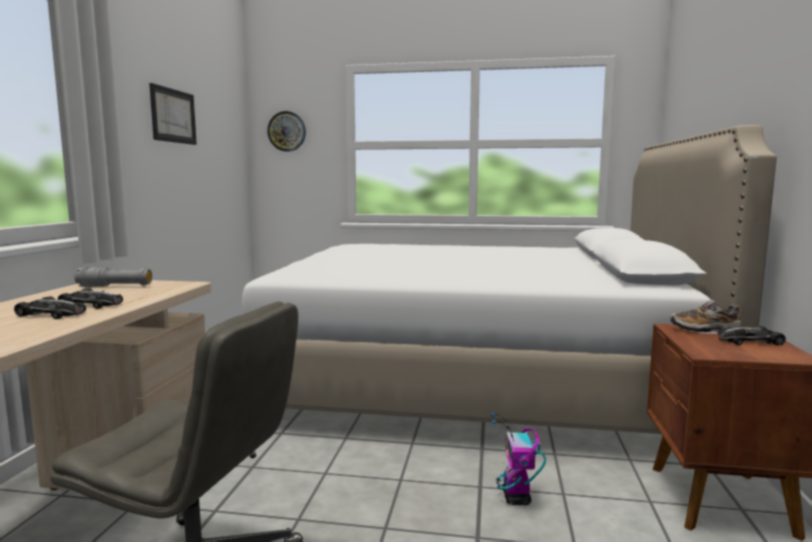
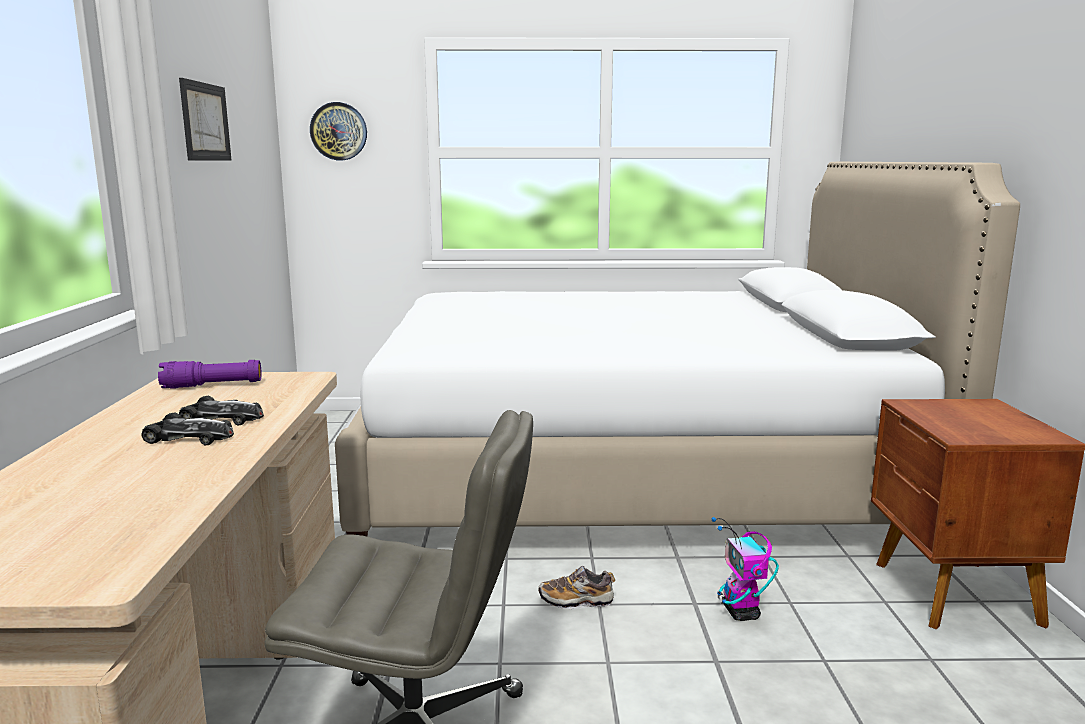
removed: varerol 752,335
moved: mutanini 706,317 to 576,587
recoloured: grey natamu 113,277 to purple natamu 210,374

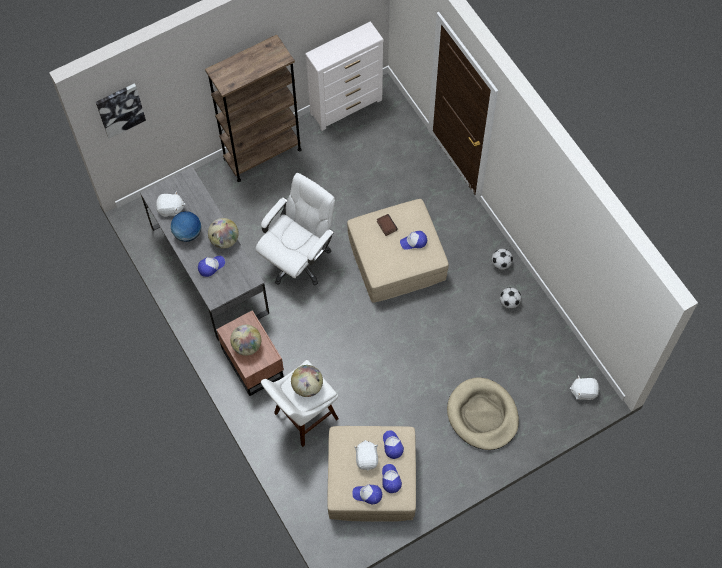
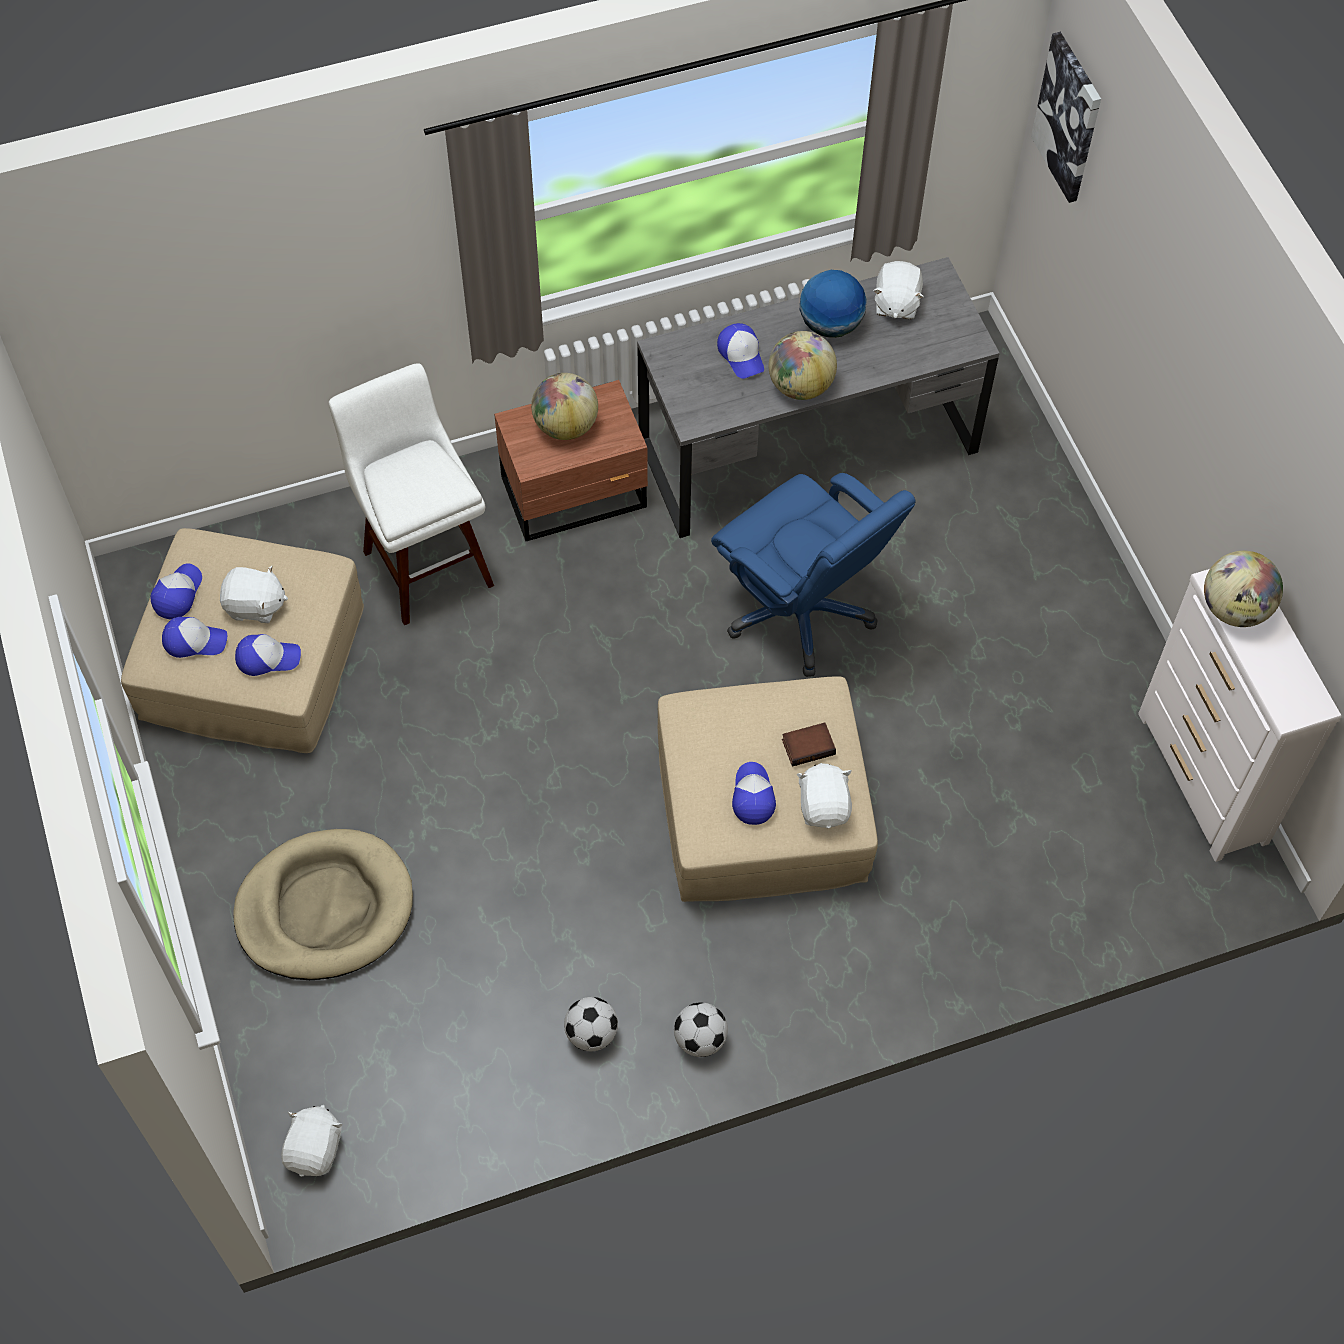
removed: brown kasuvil 253,108
added: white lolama 824,796
moved: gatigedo 307,381 to 1243,589
recoloured: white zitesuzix 295,229 to blue zitesuzix 813,575

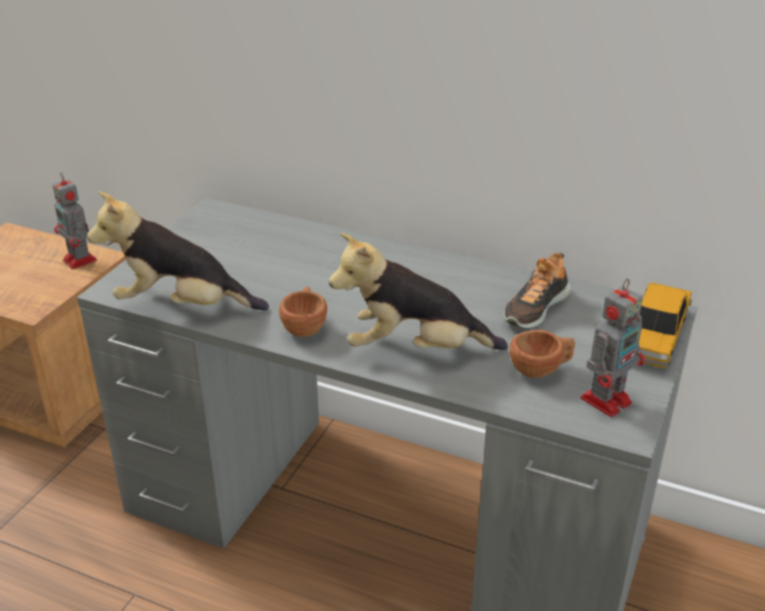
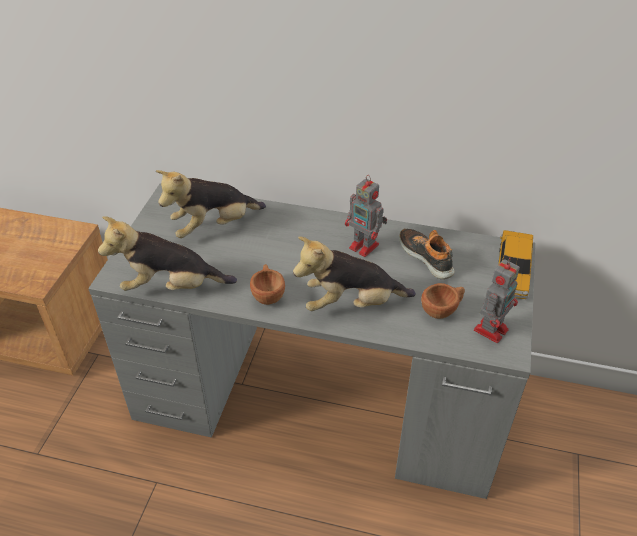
added: lolama 211,204
moved: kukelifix 74,220 to 366,216
turned: mutanini 537,291 = 427,253 120 degrees clockwise

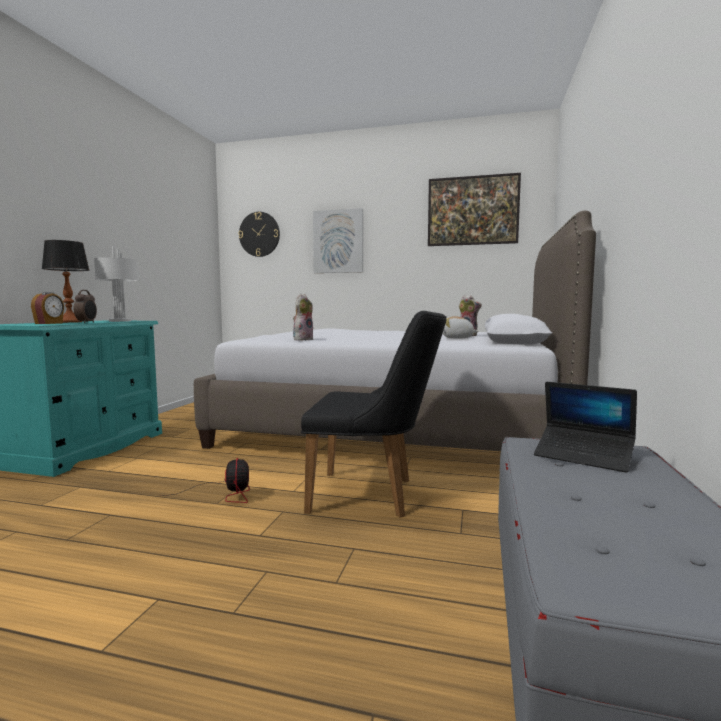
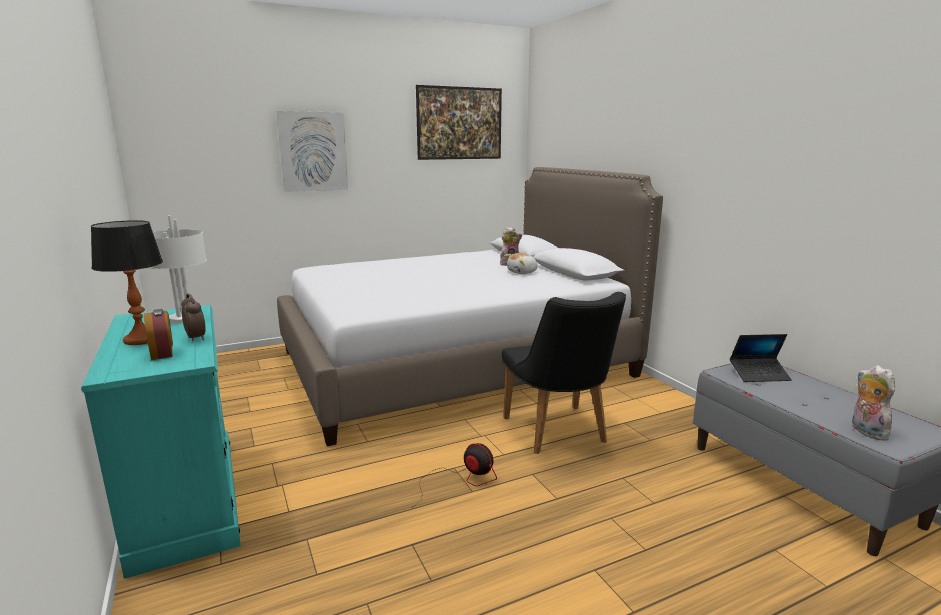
removed: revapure 259,234
moved: lolama 303,317 to 873,403
turned: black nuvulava 374,414 = 564,373 105 degrees clockwise

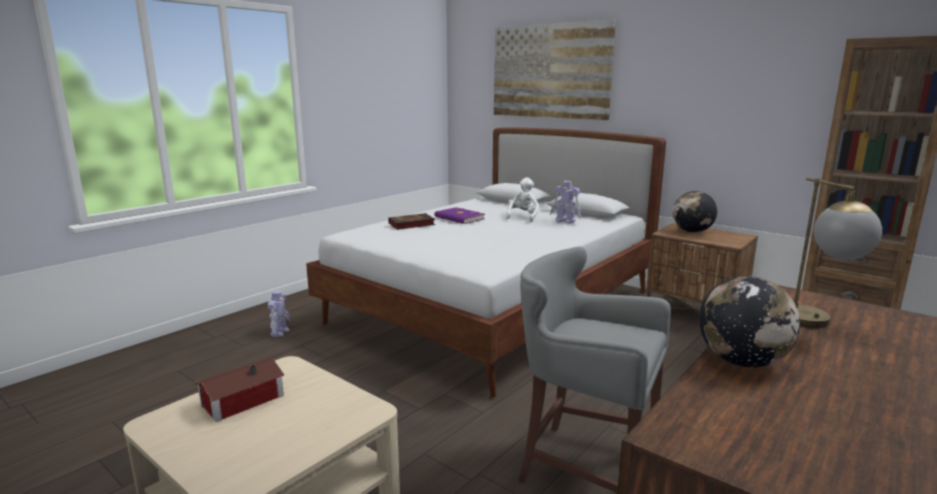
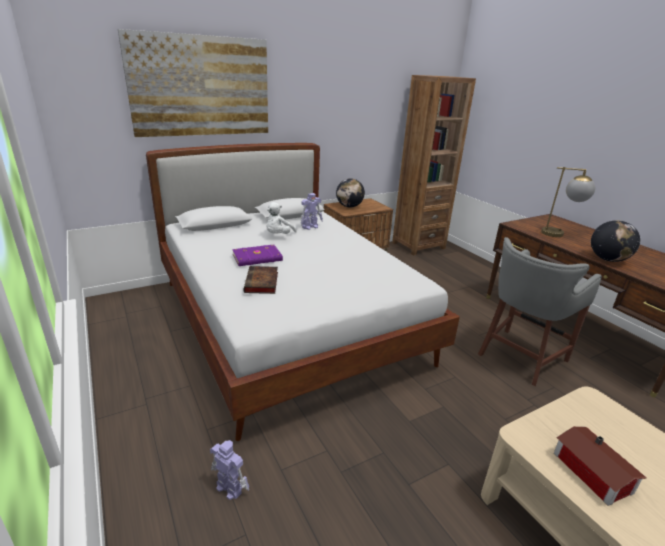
turned: white lolama 522,199 = 282,218 105 degrees counterclockwise

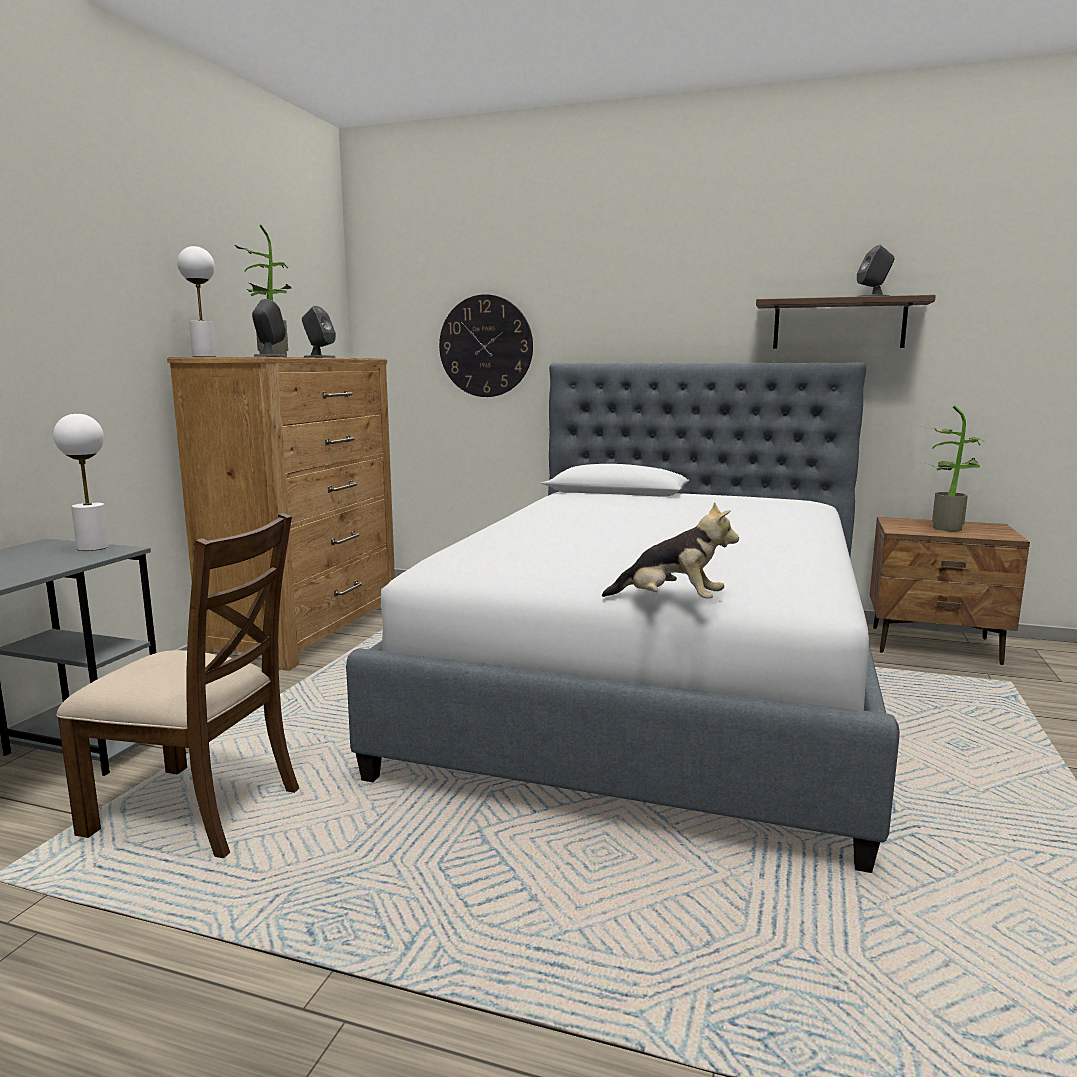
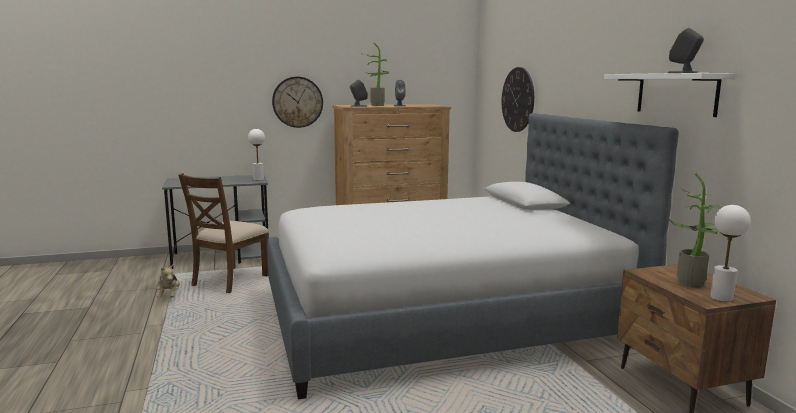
added: revapure 297,102
moved: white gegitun 196,301 to 730,253; lolama 670,550 to 168,281
recoloured: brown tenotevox 846,322 to white tenotevox 670,95
turned: brown nuvulava 177,685 = 223,233 45 degrees clockwise

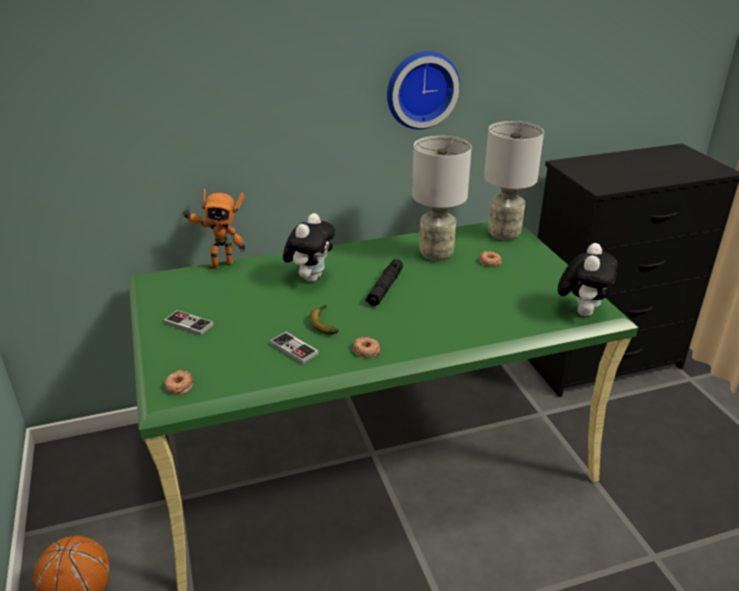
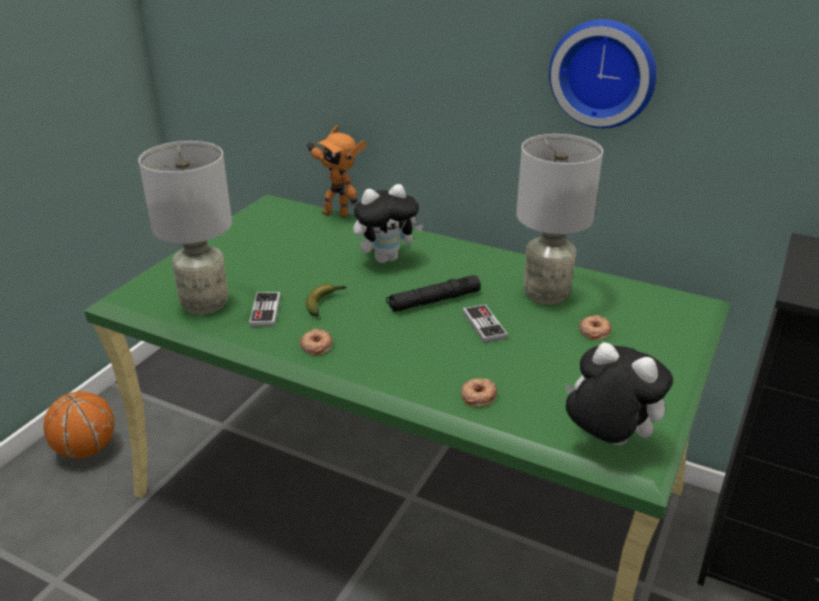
moved: grey gegitun 514,181 to 185,228; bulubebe 188,323 to 485,323; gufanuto 178,382 to 479,392
turned: lolama 588,279 = 619,393 120 degrees counterclockwise

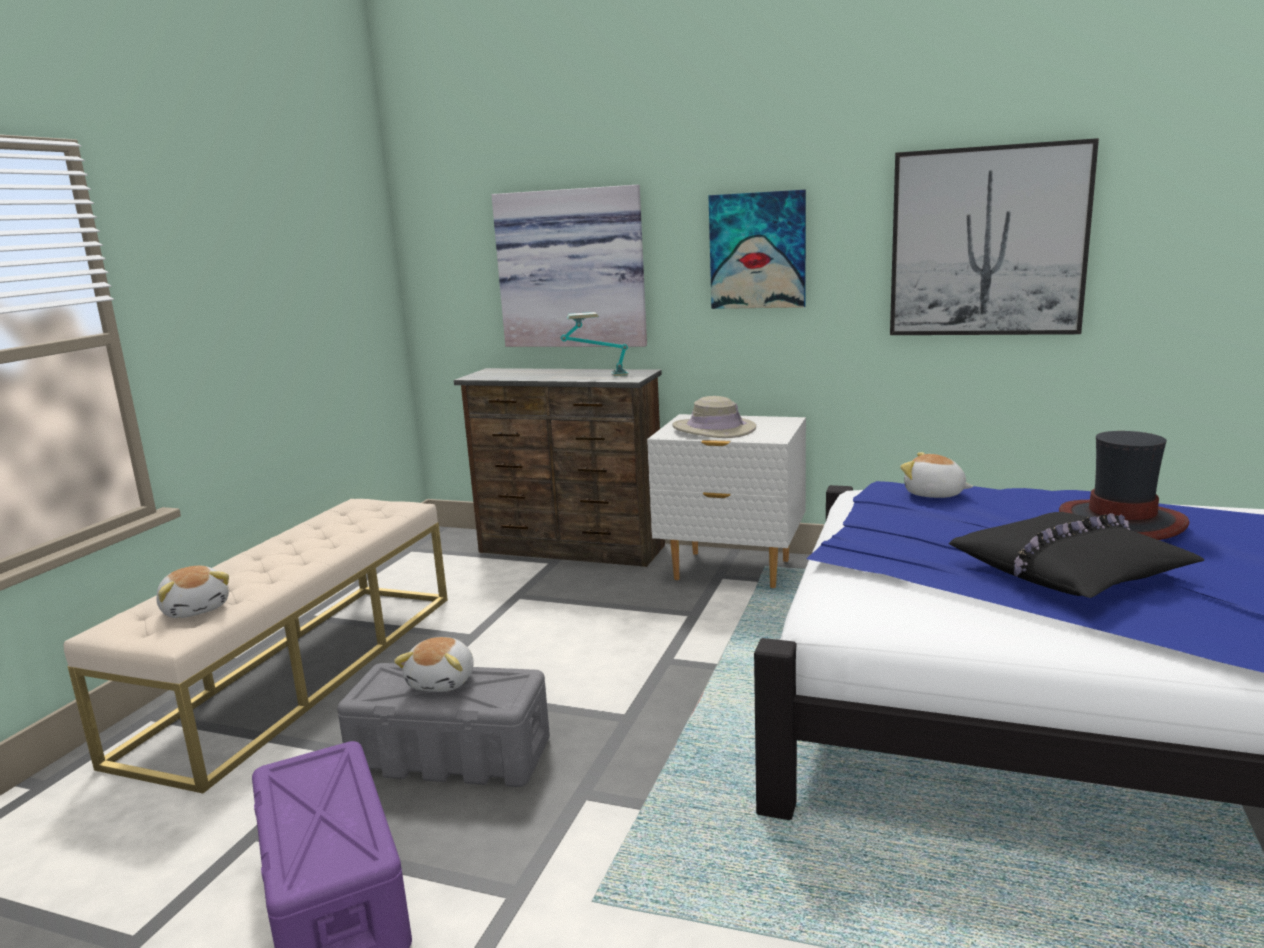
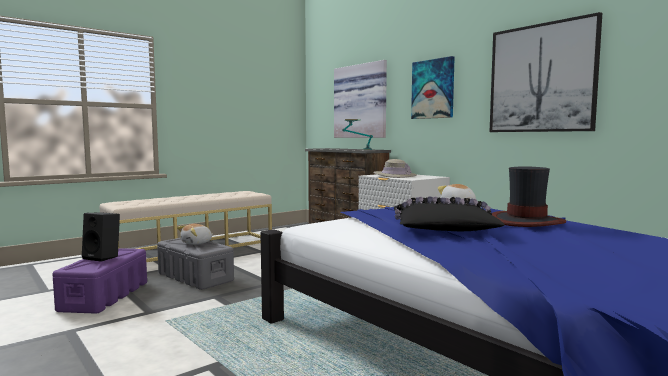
removed: lolama 193,592
added: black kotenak 101,237

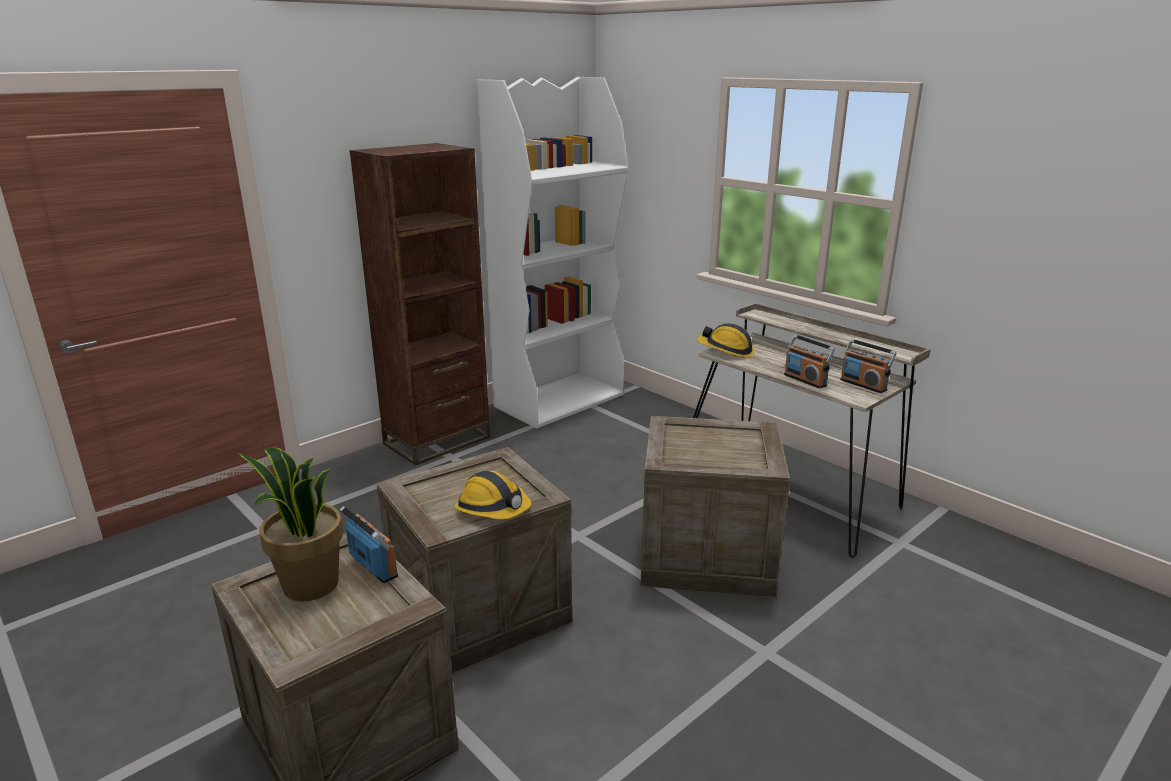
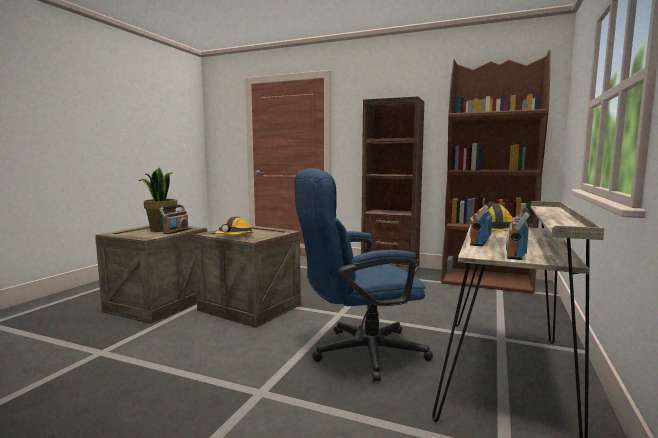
replaced: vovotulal 715,506 to blue zitesuzix 363,274
recoloured: white kasuvil 552,253 to brown kasuvil 495,172

